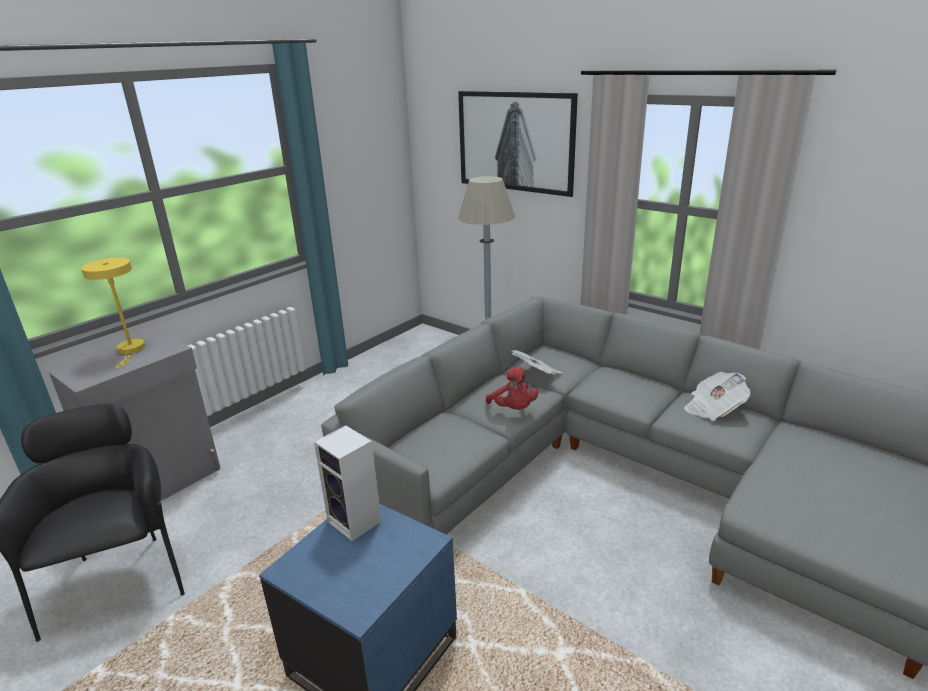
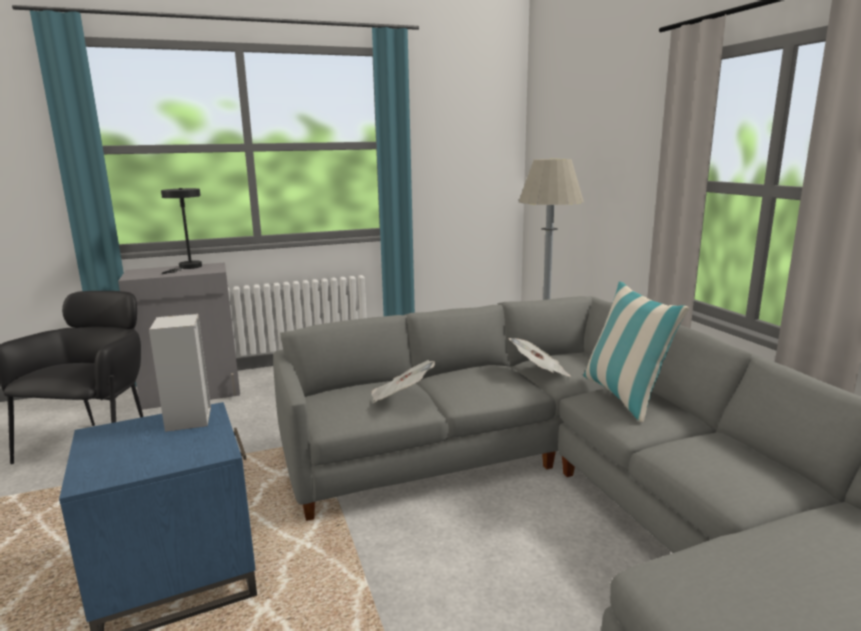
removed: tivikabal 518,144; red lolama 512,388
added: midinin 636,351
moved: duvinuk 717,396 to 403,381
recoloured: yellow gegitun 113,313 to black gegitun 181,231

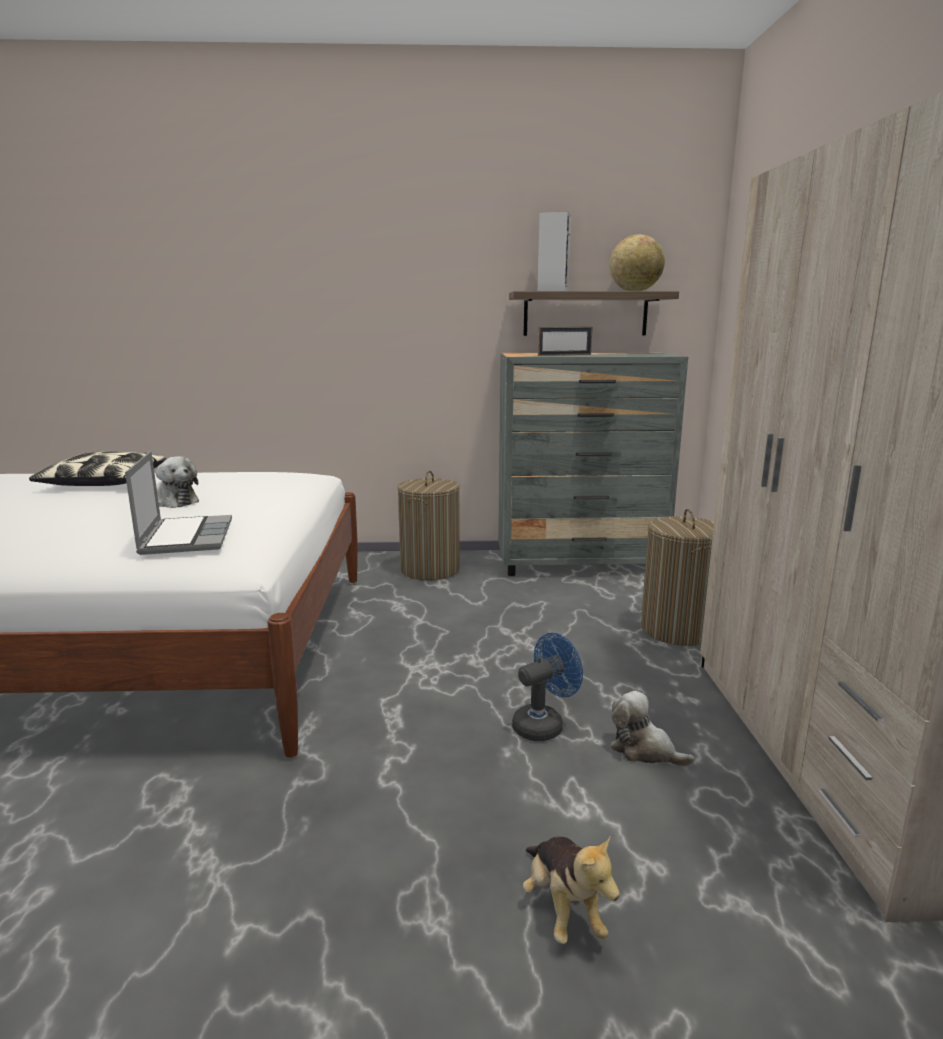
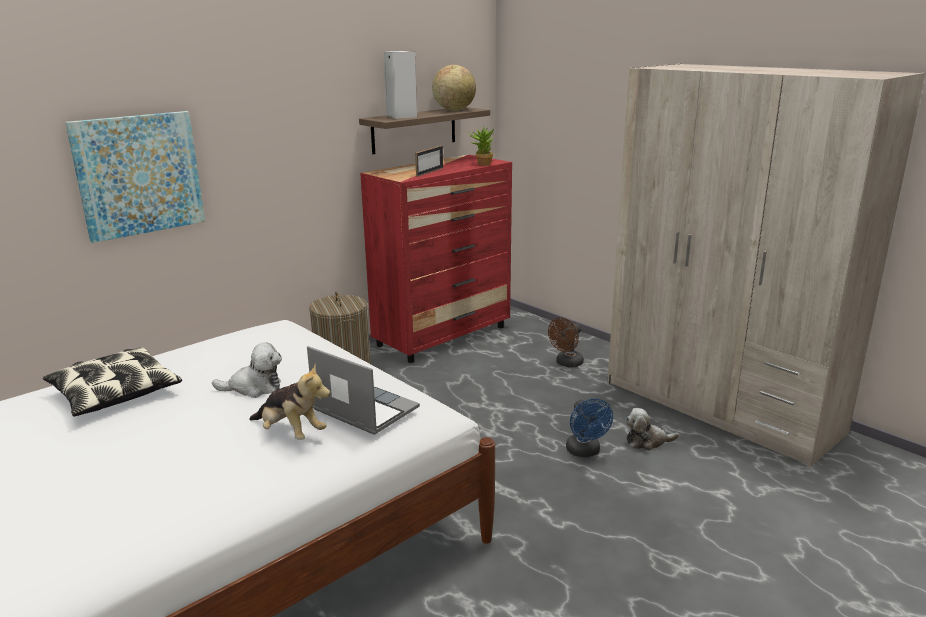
added: tivikabal 135,177; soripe 481,146
moved: lolama 571,890 to 289,402
replaced: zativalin 677,577 to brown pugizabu 566,342
recoloured: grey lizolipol 593,464 to red lizolipol 436,259
turned: blue pugizabu 547,687 = 589,427 150 degrees clockwise

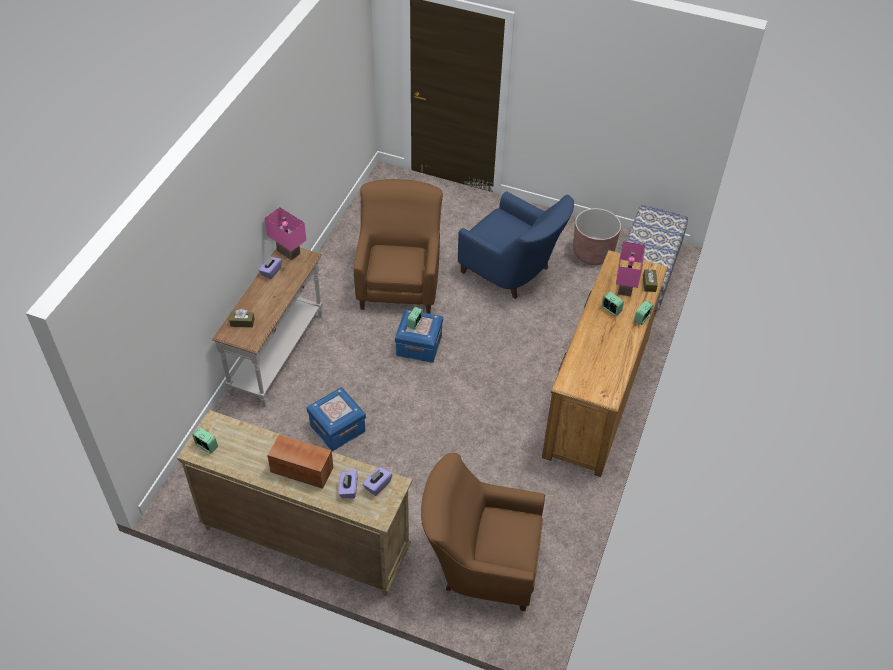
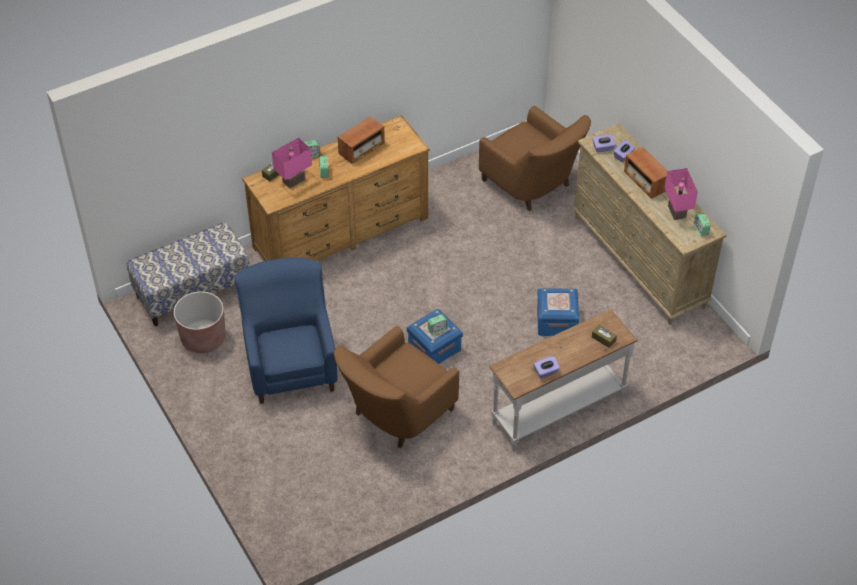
added: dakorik 361,140
moved: pink gegitun 285,233 to 681,194

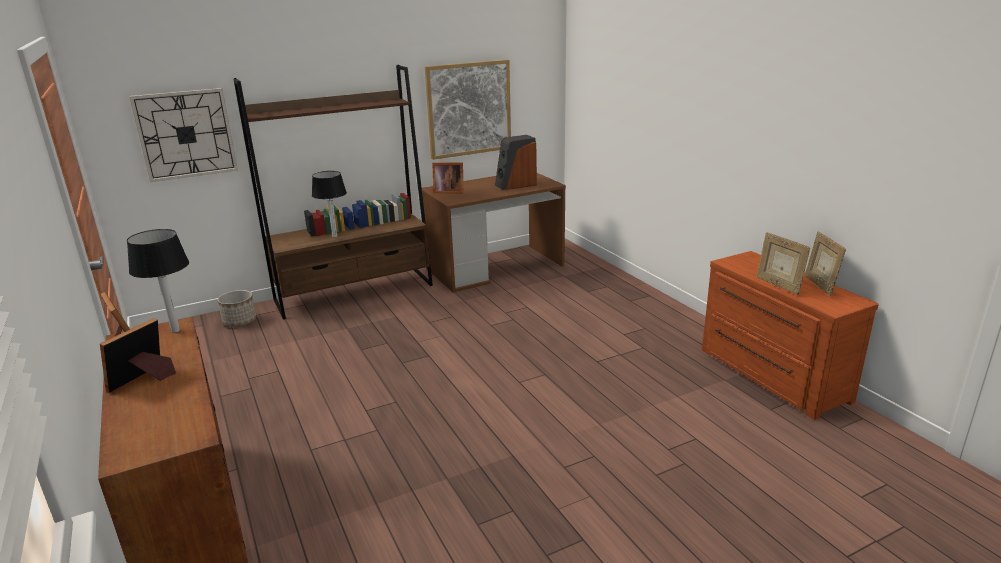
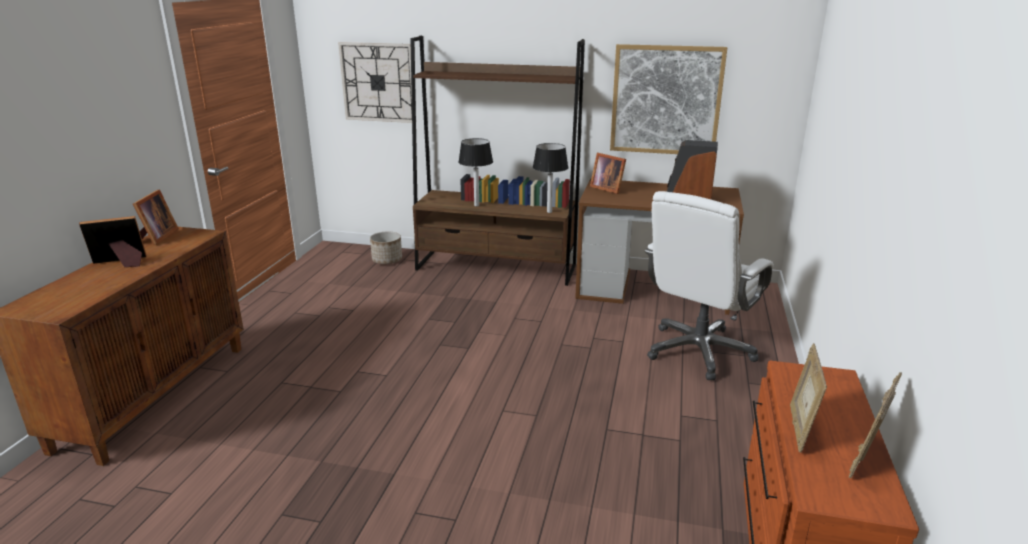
added: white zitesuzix 709,285
moved: gegitun 158,281 to 550,178

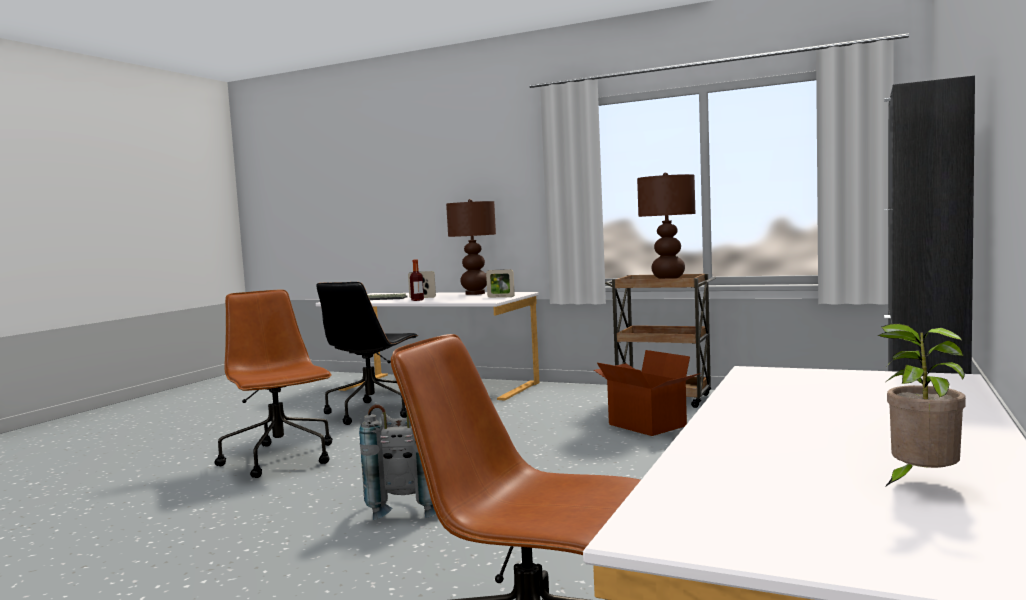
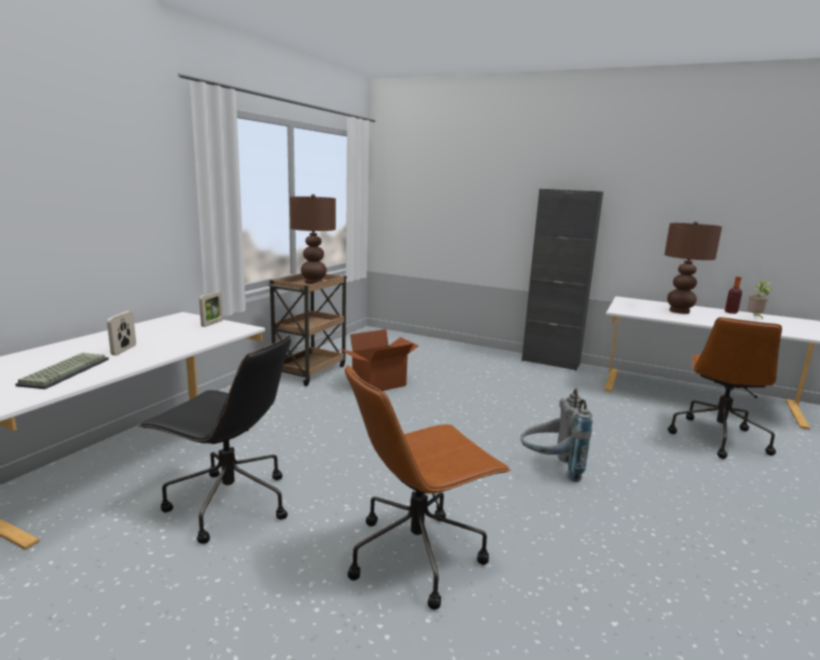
moved: brown gegitun 471,247 to 693,267; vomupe 417,280 to 733,295

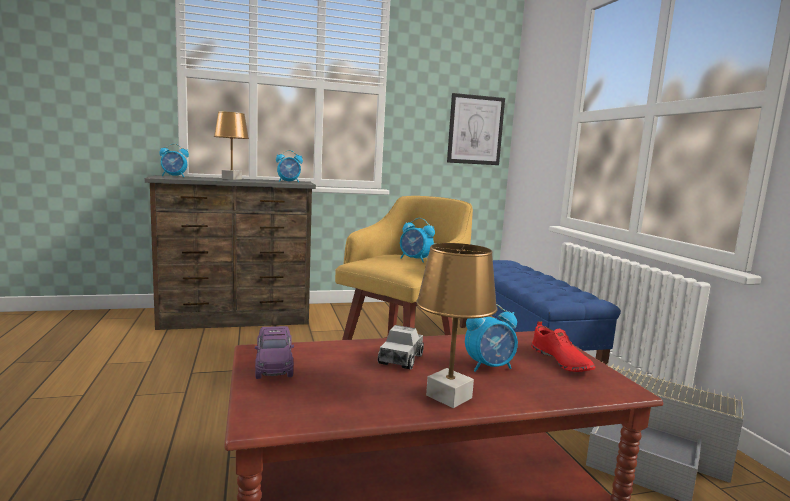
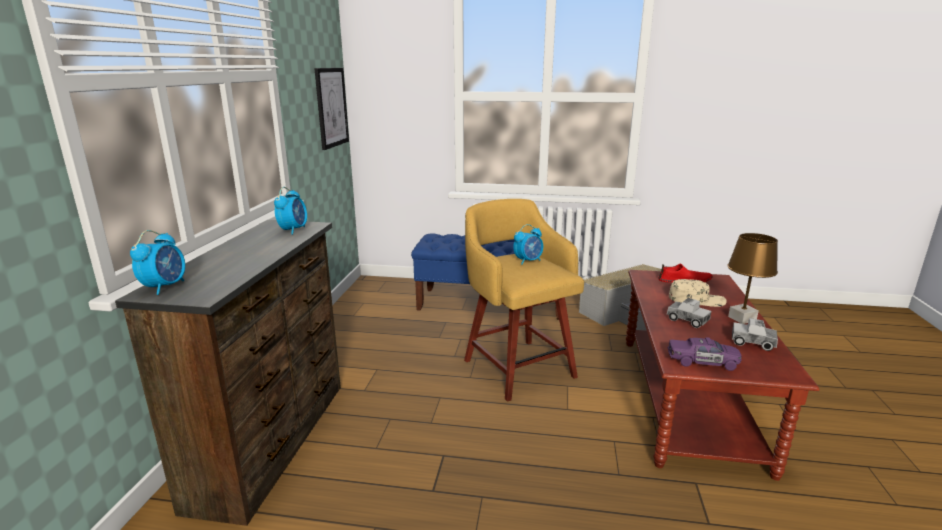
removed: brown gegitun 231,146
added: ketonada 755,334
replaced: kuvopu 491,338 to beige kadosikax 698,293

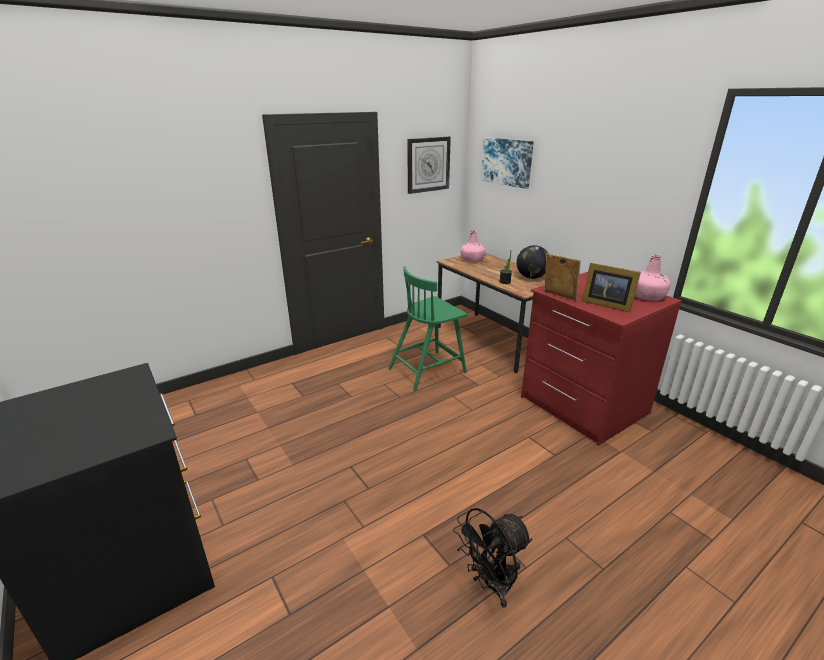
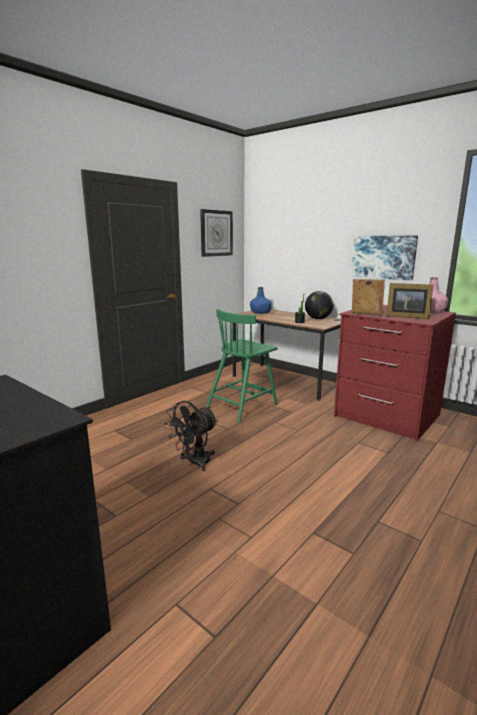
moved: tivikabal 507,163 to 384,258; black pugizabu 492,558 to 191,436
recoloured: pink vomupe 473,246 to blue vomupe 261,300

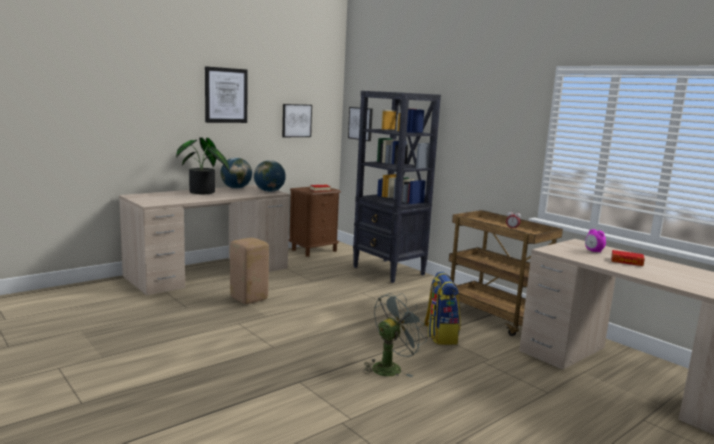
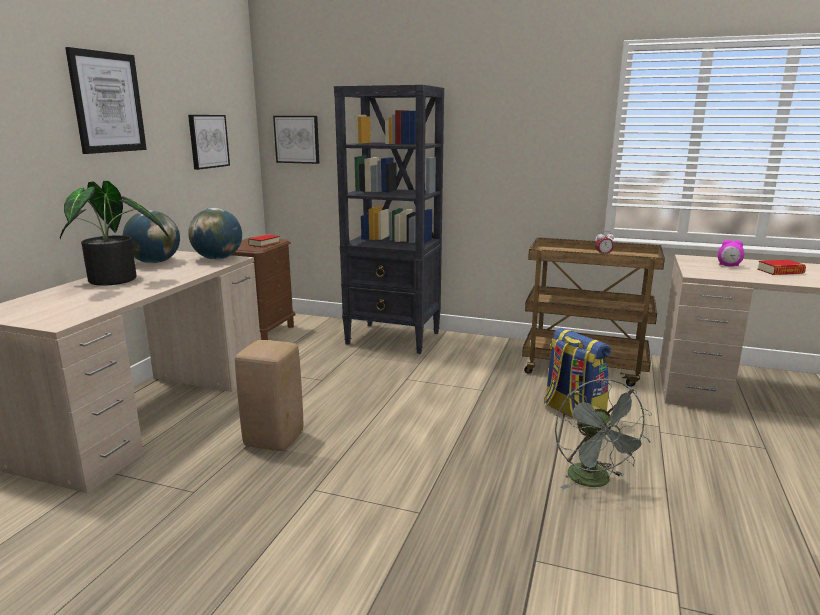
turned: grey pugizabu 395,335 = 603,434 150 degrees clockwise

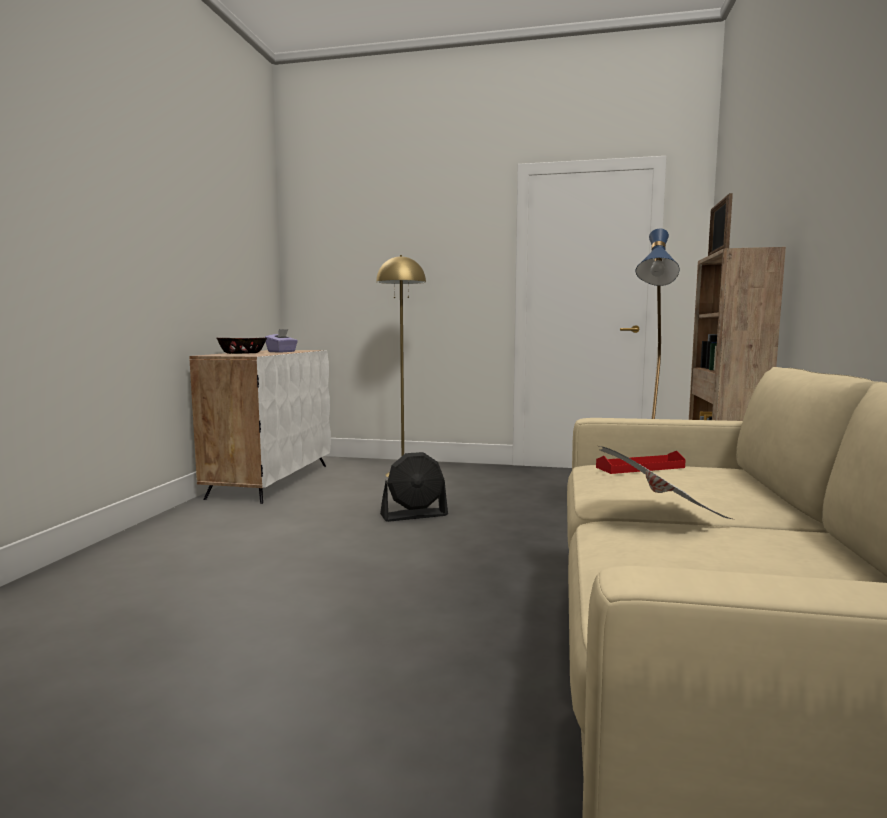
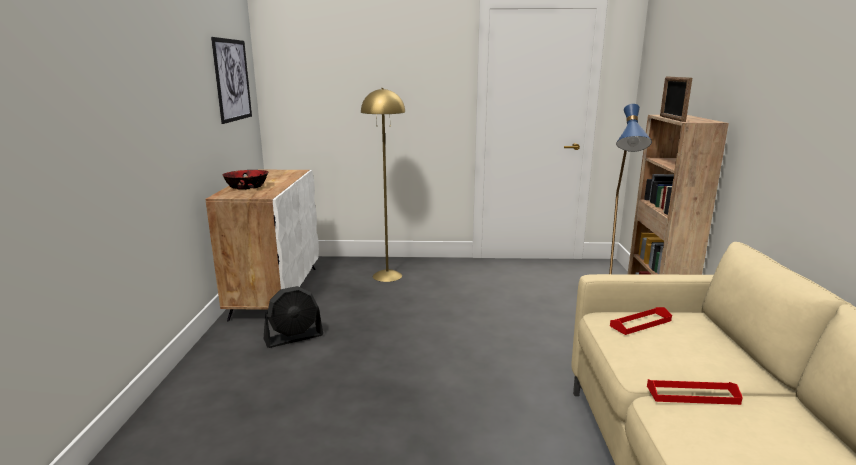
removed: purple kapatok 281,341
added: tivikabal 231,80
moved: black pugizabu 414,487 to 293,317
replaced: duvinuk 667,483 to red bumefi 695,392

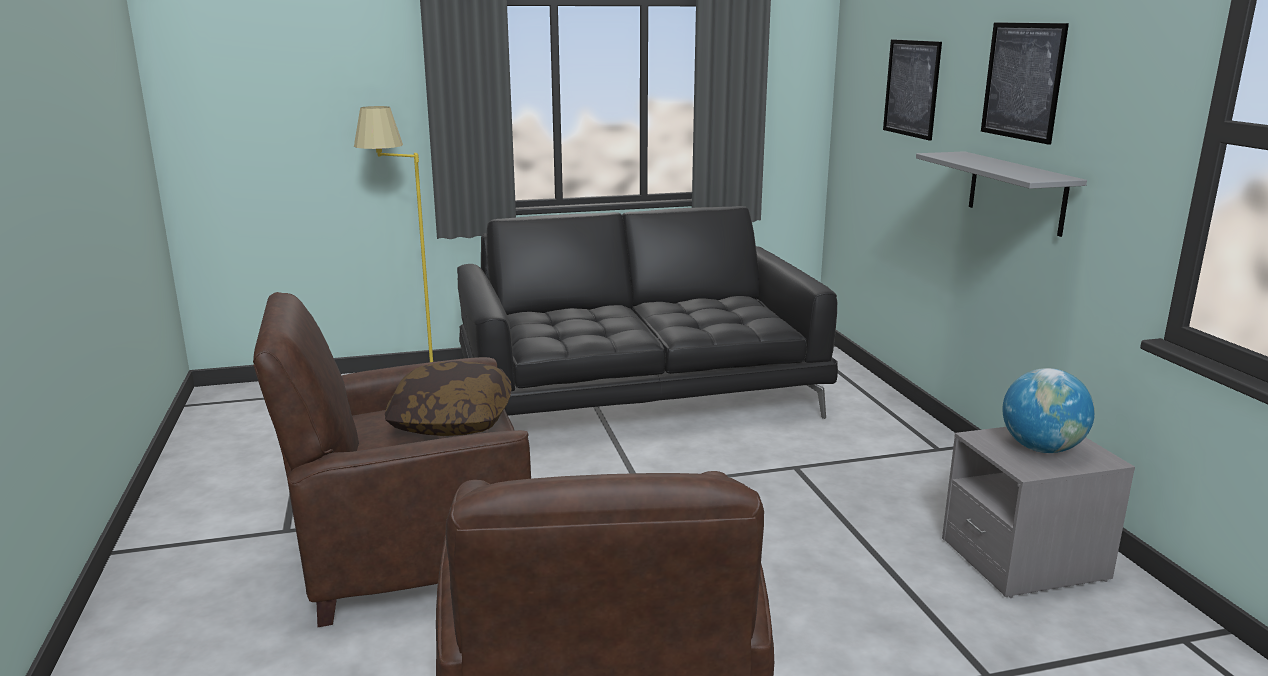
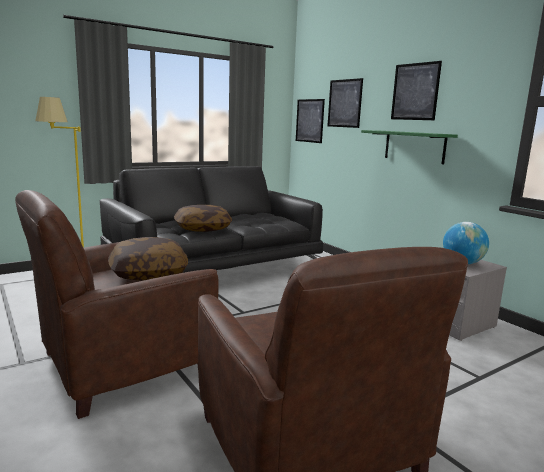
added: tivikabal 310,121; midinin 203,218
recoloured: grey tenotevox 1001,194 to green tenotevox 409,147

